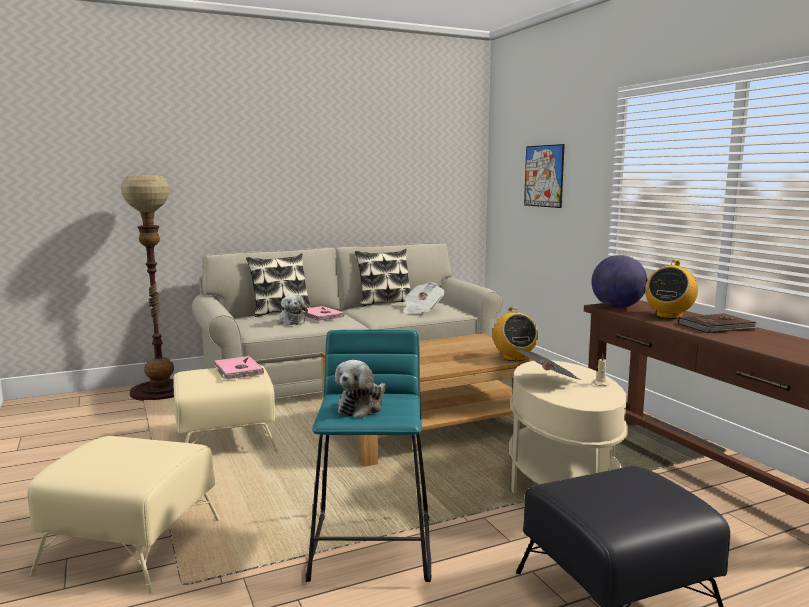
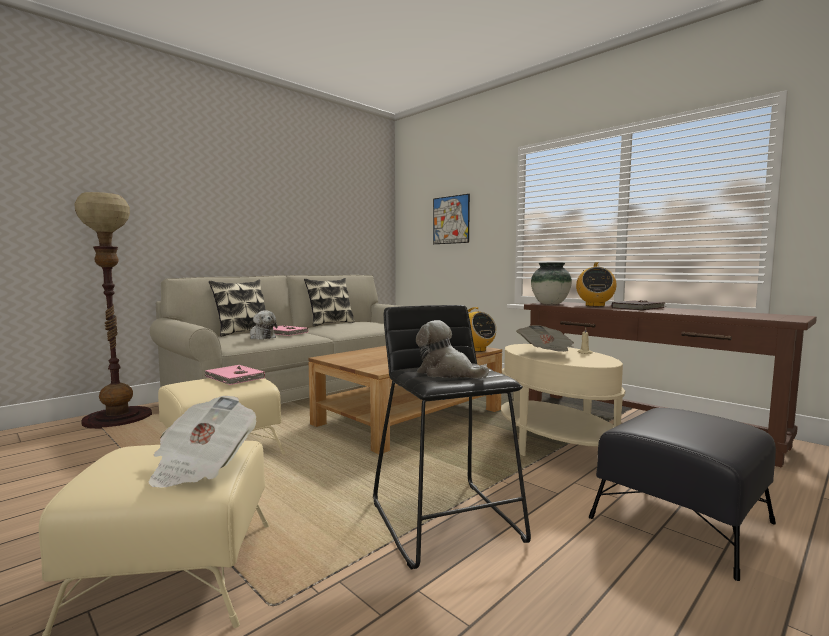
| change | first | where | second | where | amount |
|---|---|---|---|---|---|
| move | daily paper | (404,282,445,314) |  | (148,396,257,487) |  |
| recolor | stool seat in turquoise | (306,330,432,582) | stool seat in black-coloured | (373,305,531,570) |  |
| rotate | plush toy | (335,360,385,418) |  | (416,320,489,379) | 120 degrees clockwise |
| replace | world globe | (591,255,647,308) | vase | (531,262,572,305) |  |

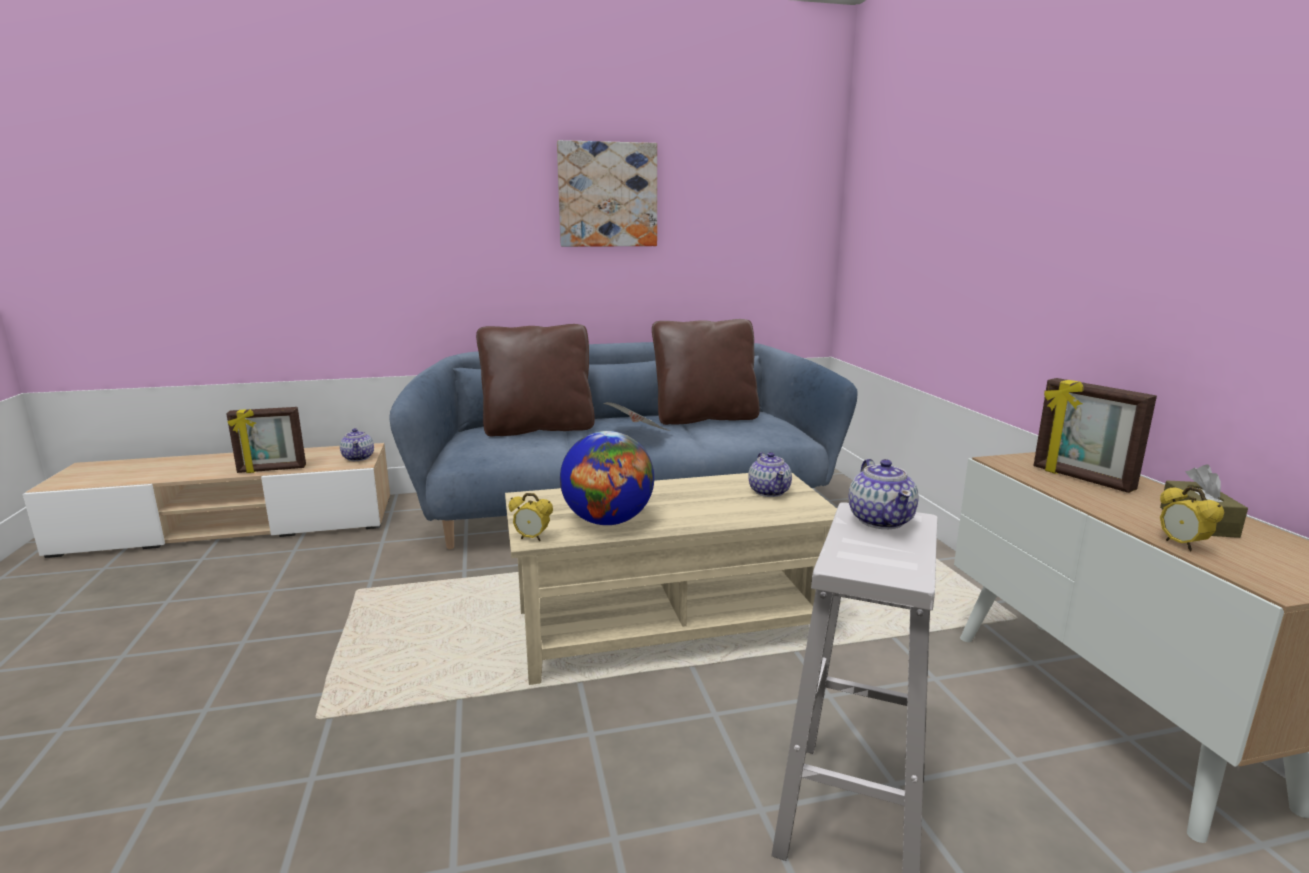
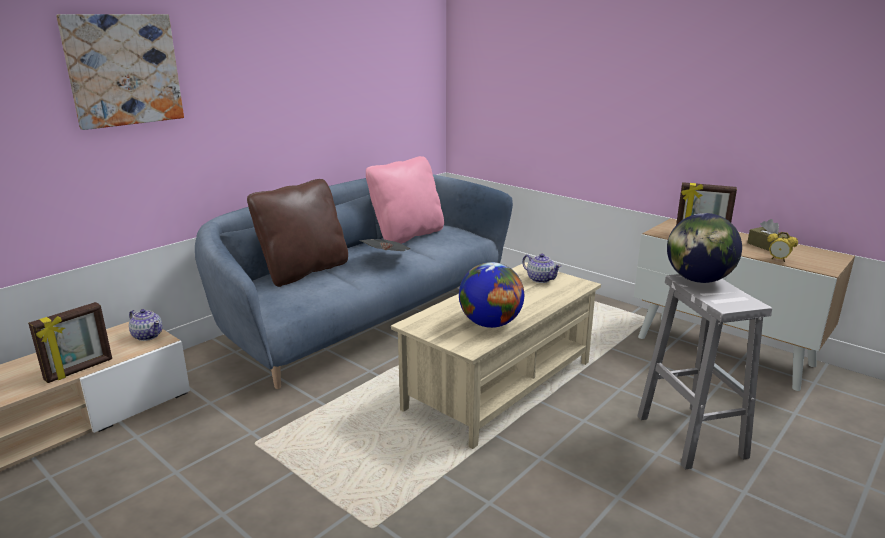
| change | first | where | second | where | amount |
|---|---|---|---|---|---|
| move | wall picture | (557,140,657,247) |  | (56,14,184,130) |  |
| recolor | throw pillow in brownish | (652,319,760,425) | throw pillow in pink | (366,156,444,244) |  |
| replace | pot for tea | (849,459,919,529) | world globe | (667,213,742,283) |  |
| delete | table clock | (509,493,553,541) |  |  |  |

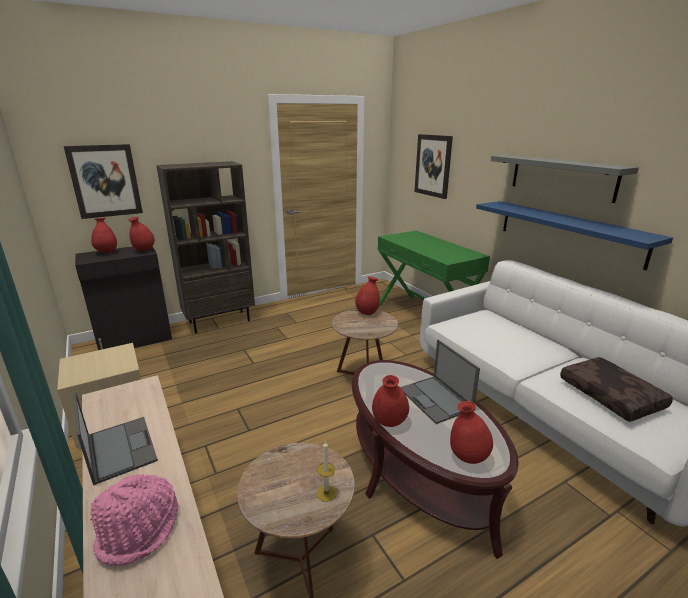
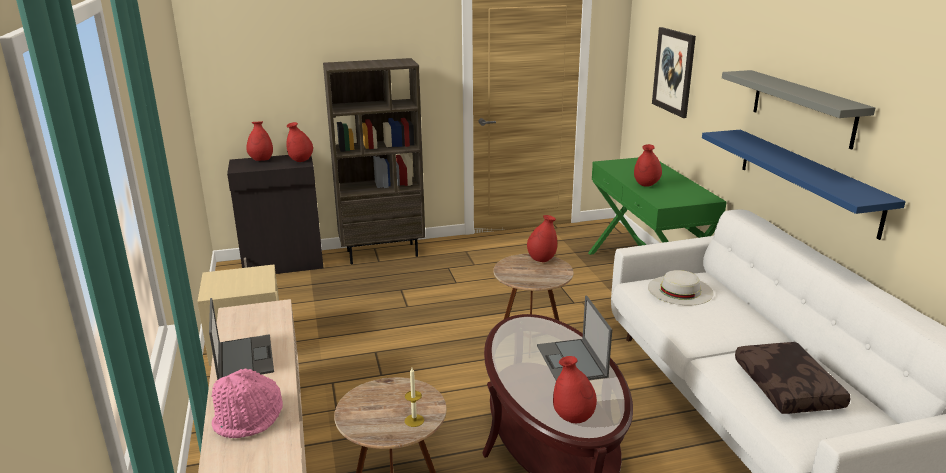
| change | first | where | second | where | amount |
|---|---|---|---|---|---|
| move | vase in reddish | (372,375,409,427) |  | (634,144,662,187) |  |
| insert |  |  | clothing hat in white-coloured | (648,270,714,305) |  |
| delete | wall picture | (64,144,143,219) |  |  |  |

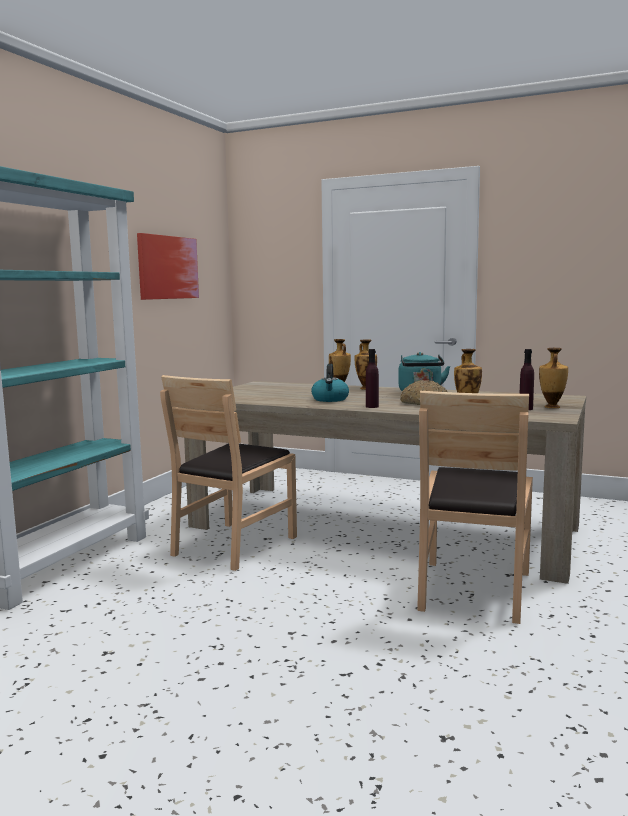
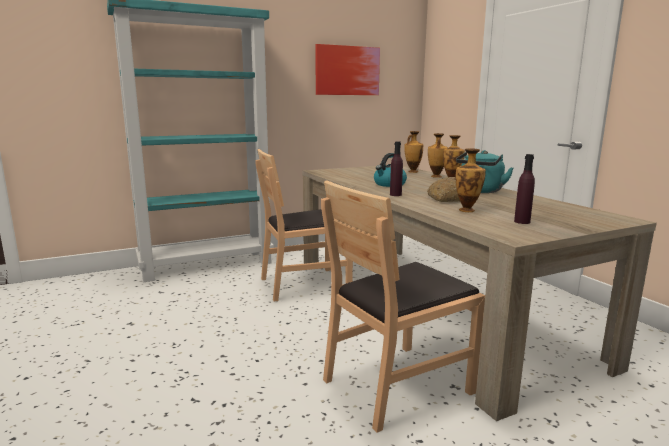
| change | first | where | second | where | amount |
|---|---|---|---|---|---|
| move | vase | (539,348,568,408) |  | (404,131,423,173) |  |

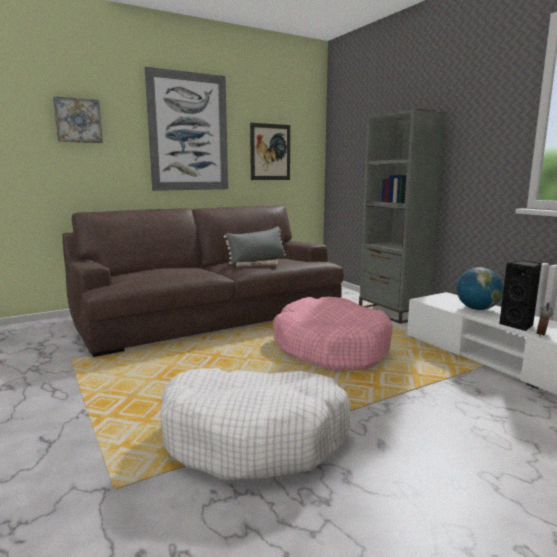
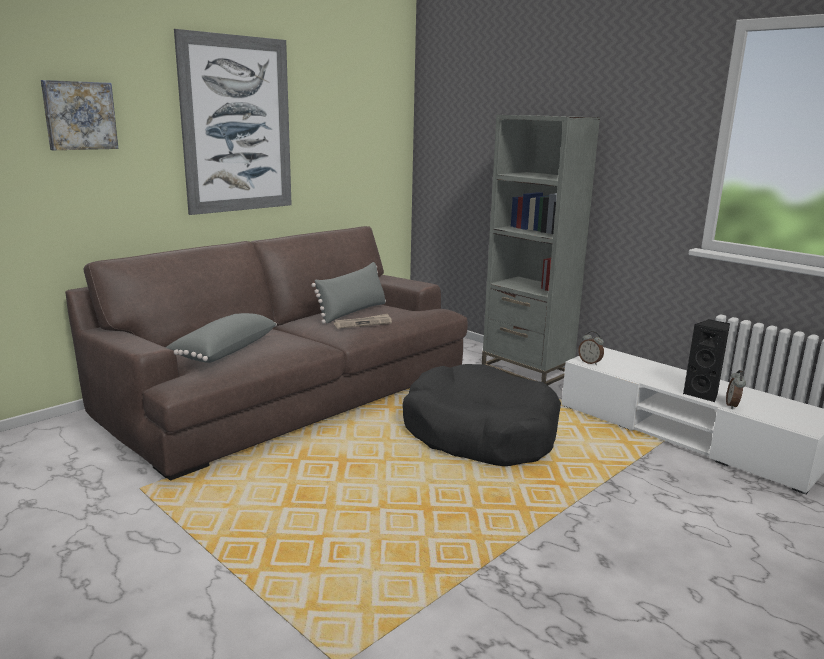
| change | first | where | second | where | amount |
|---|---|---|---|---|---|
| insert |  |  | throw pillow in grey | (166,313,277,363) |  |
| recolor | dog bed in pink | (273,297,393,371) | dog bed in black-coloured | (403,364,561,466) |  |
| insert |  |  | table clock | (578,331,604,365) |  |
| delete | dog bed in white-coloured | (160,368,351,480) |  |  |  |
| delete | wall picture | (250,123,290,180) |  |  |  |
| delete | world globe | (457,267,503,310) |  |  |  |

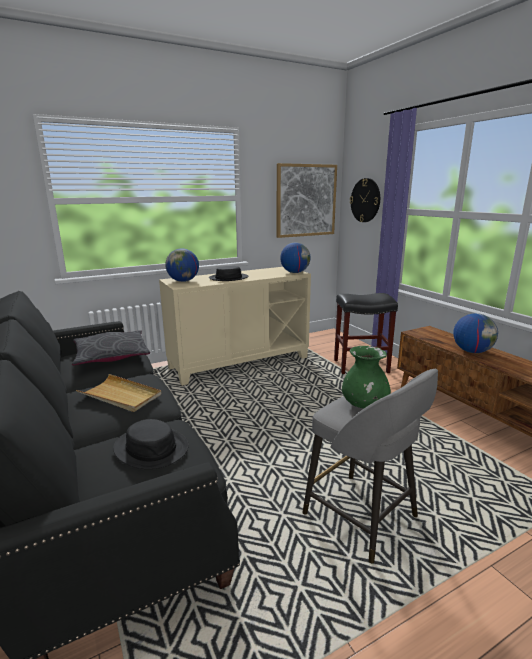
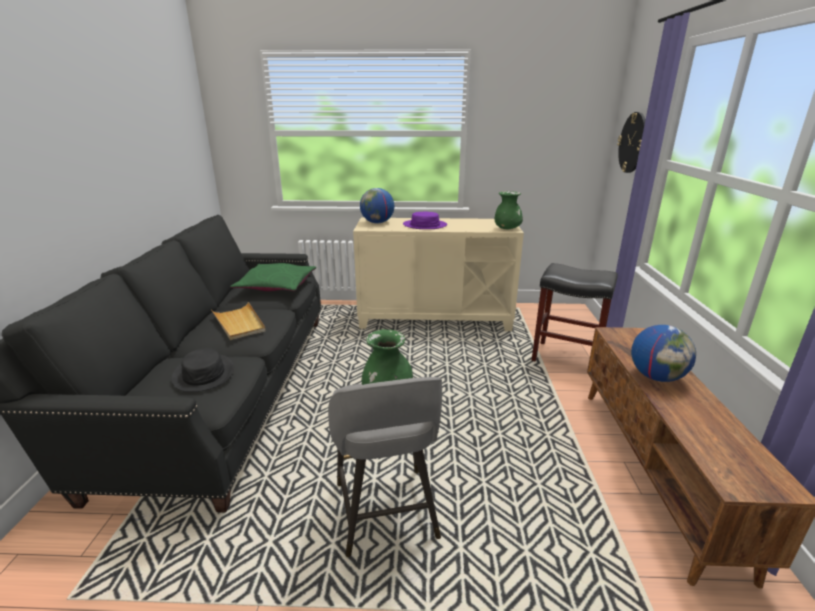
| change | first | where | second | where | amount |
|---|---|---|---|---|---|
| recolor | throw pillow in grey | (72,330,150,365) | throw pillow in green | (230,263,316,291) |  |
| recolor | clothing hat in black-coloured | (209,266,248,281) | clothing hat in purple-coloured | (403,212,447,229) |  |
| replace | world globe | (280,242,311,273) | vase in green | (495,191,523,229) |  |
| delete | wall picture | (277,163,337,238) |  |  |  |

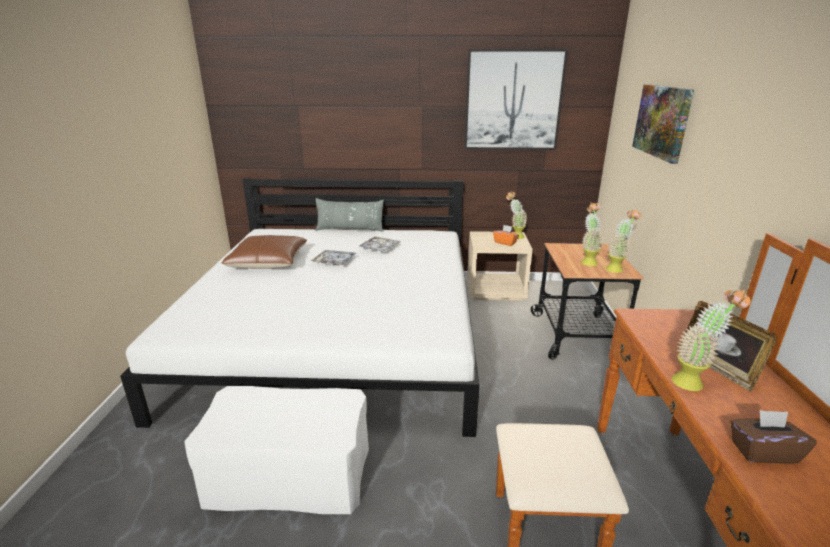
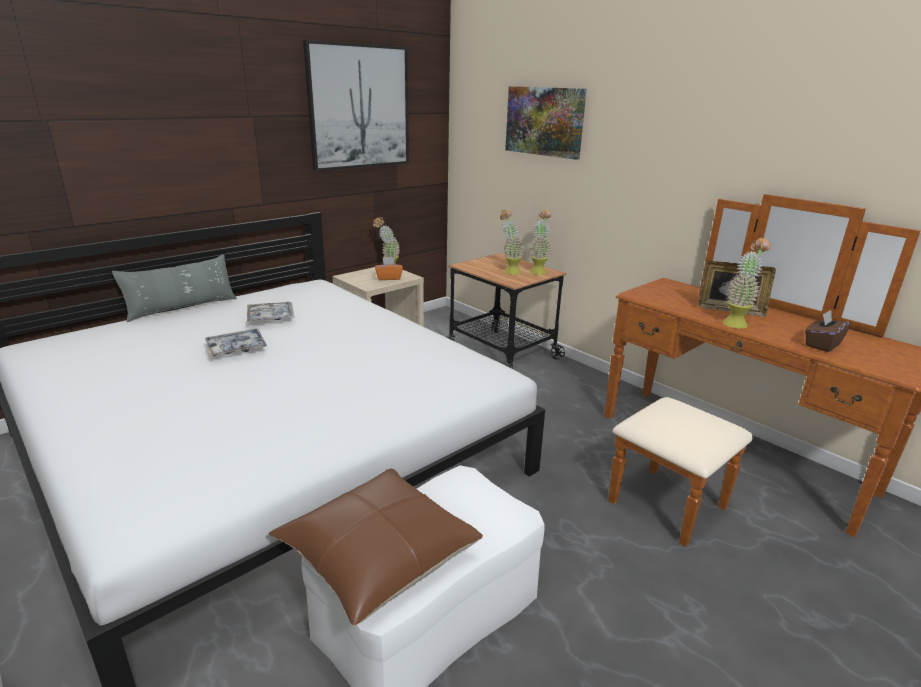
| change | first | where | second | where | amount |
|---|---|---|---|---|---|
| move | throw pillow in brownish | (222,235,307,269) |  | (268,469,483,625) |  |

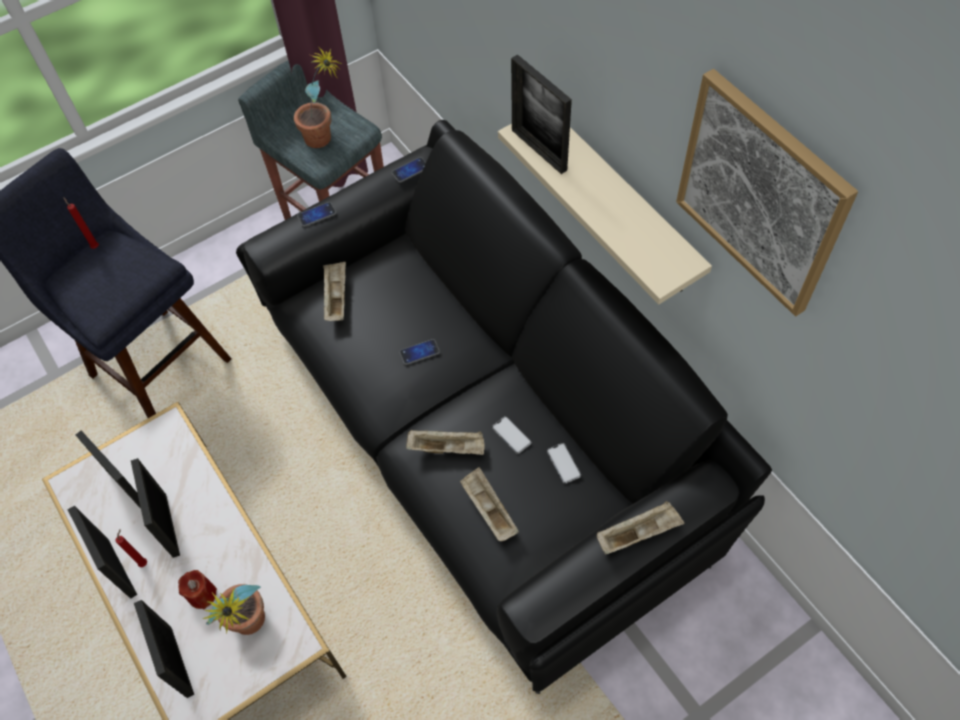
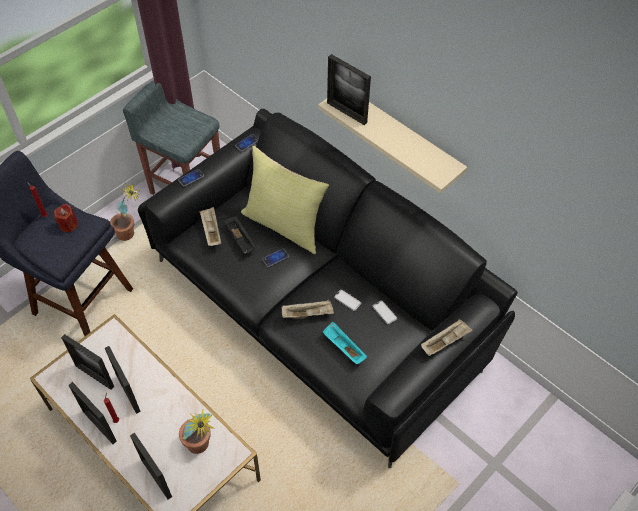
| change | first | where | second | where | amount |
|---|---|---|---|---|---|
| move | wax candle in reddish | (178,570,217,609) |  | (54,204,78,232) |  |
| move | potted plant | (294,46,342,148) |  | (110,184,138,241) |  |
| insert |  |  | serving tray in black-coloured | (224,216,256,254) |  |
| insert |  |  | throw pillow in yellowish | (241,146,329,254) |  |
| recolor | serving tray in sand-coloured | (460,467,519,541) | serving tray in turquoise | (323,322,367,364) |  |
| delete | wall picture | (676,69,858,316) |  |  |  |

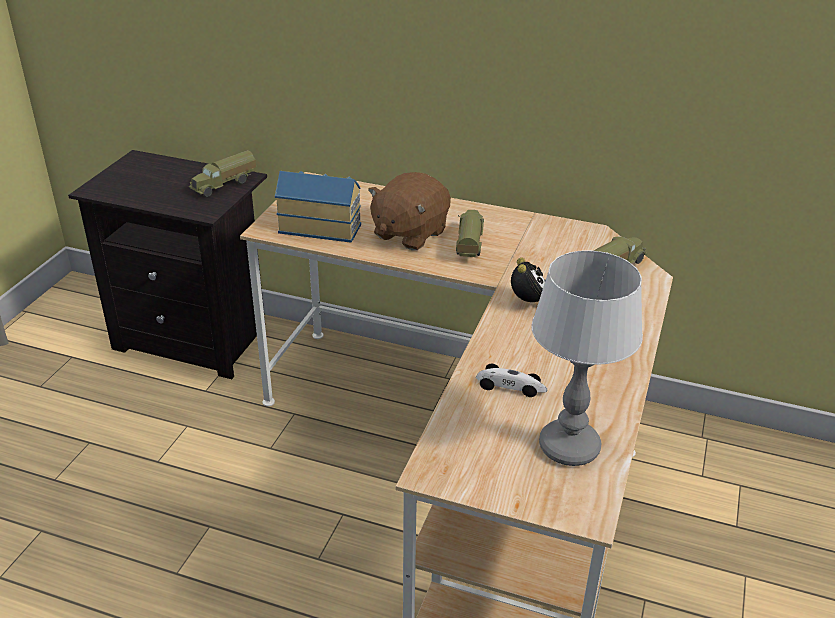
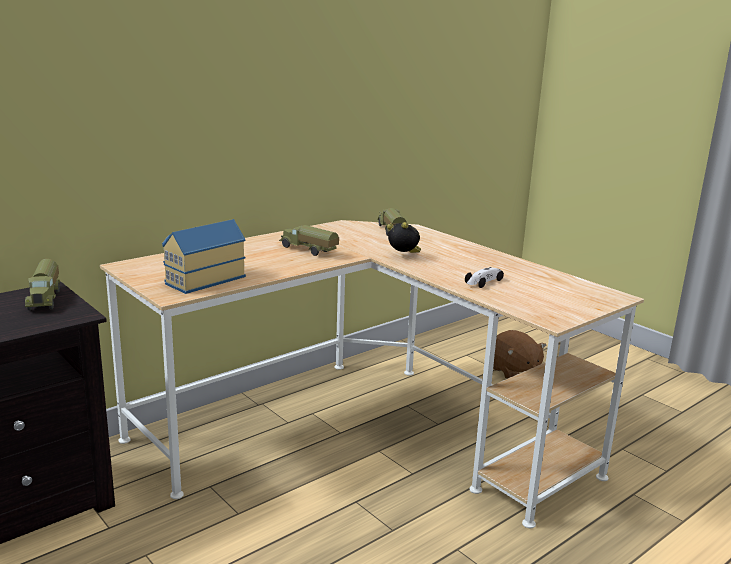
| change | first | where | second | where | amount |
|---|---|---|---|---|---|
| move | plush toy in brownish | (368,172,451,250) |  | (493,330,546,379) |  |
| delete | tabletop lamp | (531,250,643,466) |  |  |  |

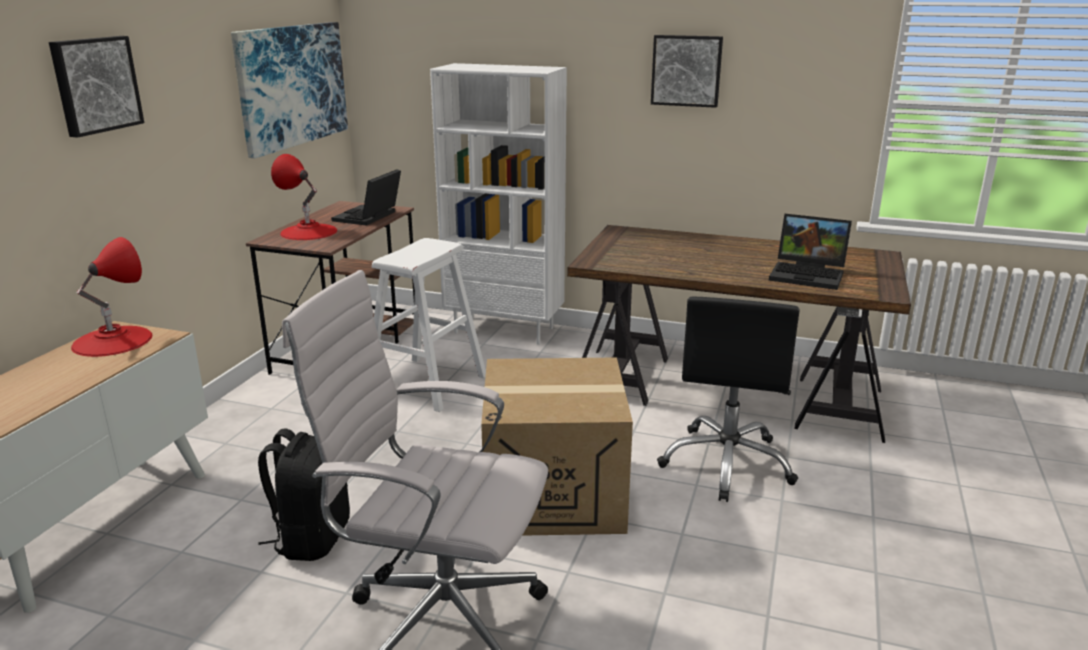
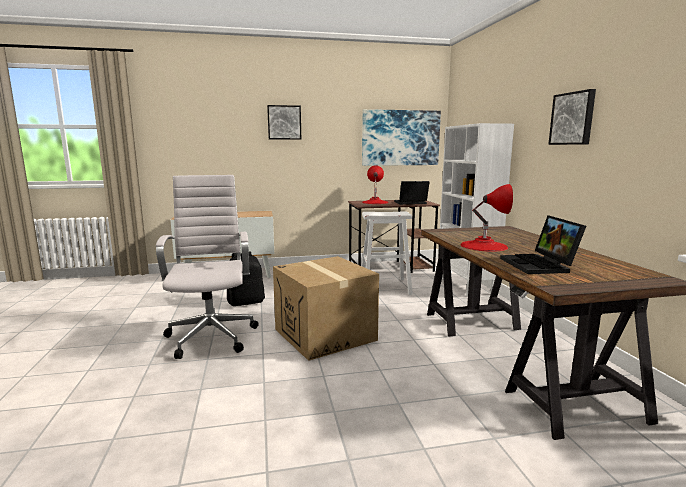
| change | first | where | second | where | amount |
|---|---|---|---|---|---|
| move | tabletop lamp in reddish | (71,237,152,357) |  | (460,184,513,252) |  |
| delete | office chair in black-coloured | (657,297,800,502) |  |  |  |

